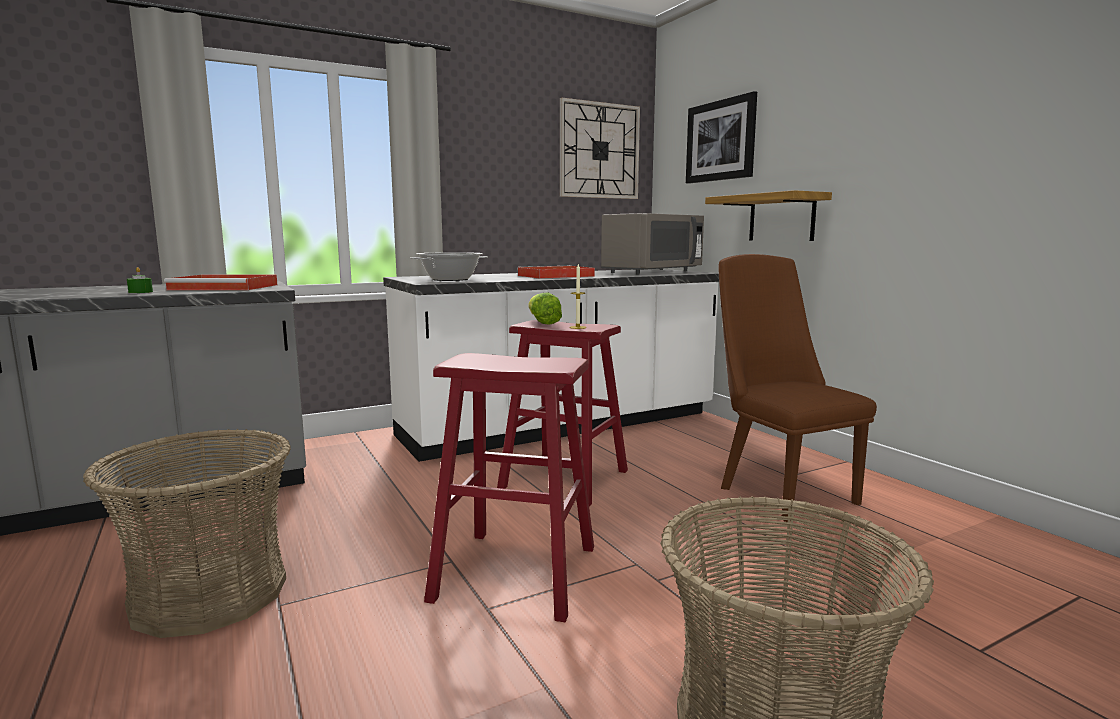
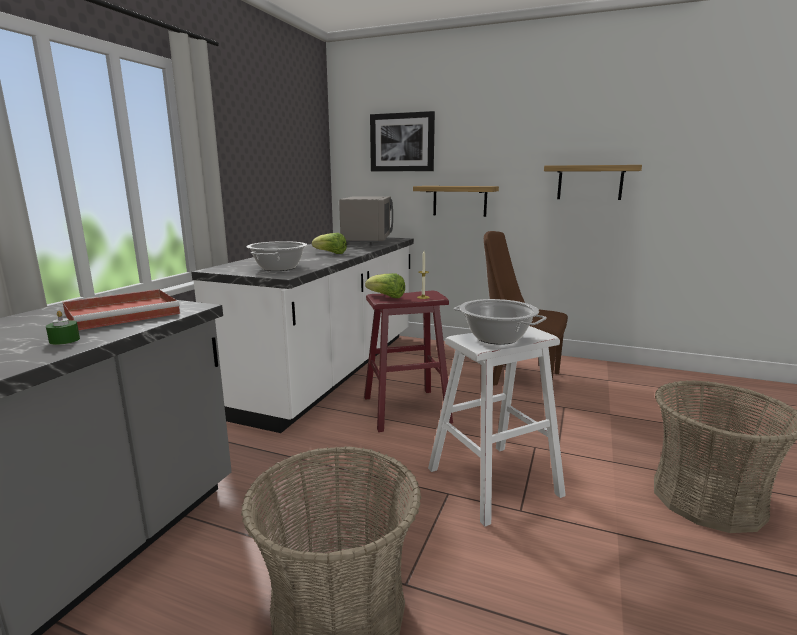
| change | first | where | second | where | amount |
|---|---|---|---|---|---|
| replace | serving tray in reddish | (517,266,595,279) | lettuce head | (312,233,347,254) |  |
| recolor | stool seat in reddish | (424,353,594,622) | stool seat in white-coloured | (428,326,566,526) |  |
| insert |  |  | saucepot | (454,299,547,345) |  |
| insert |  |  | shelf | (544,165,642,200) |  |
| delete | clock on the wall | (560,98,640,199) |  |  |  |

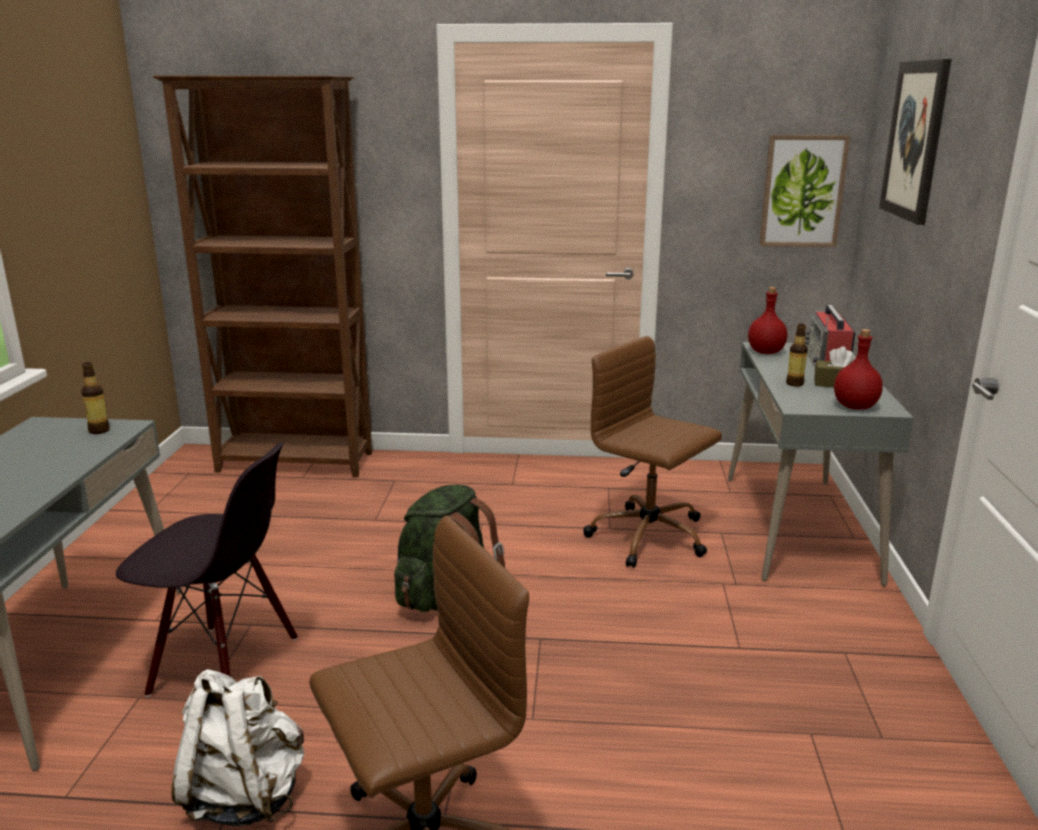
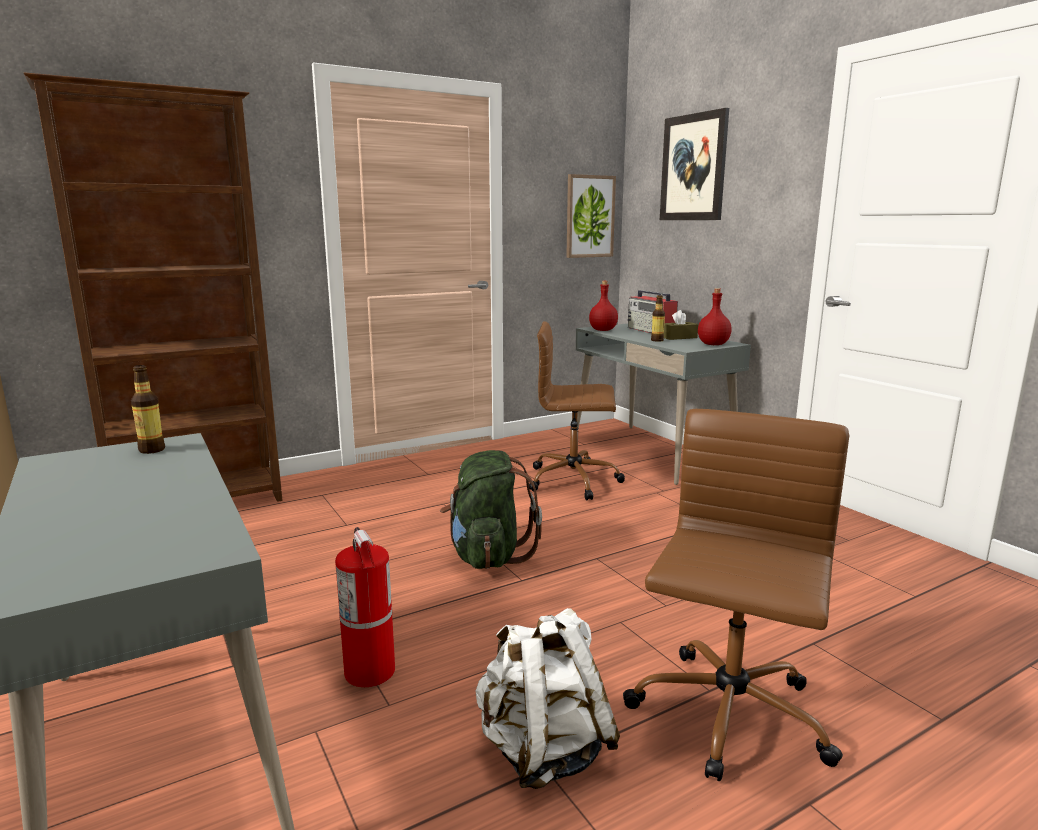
| change | first | where | second | where | amount |
|---|---|---|---|---|---|
| replace | upright chair in black-coloured | (116,443,298,697) | fire-fighting cylinder | (335,527,395,687) |  |

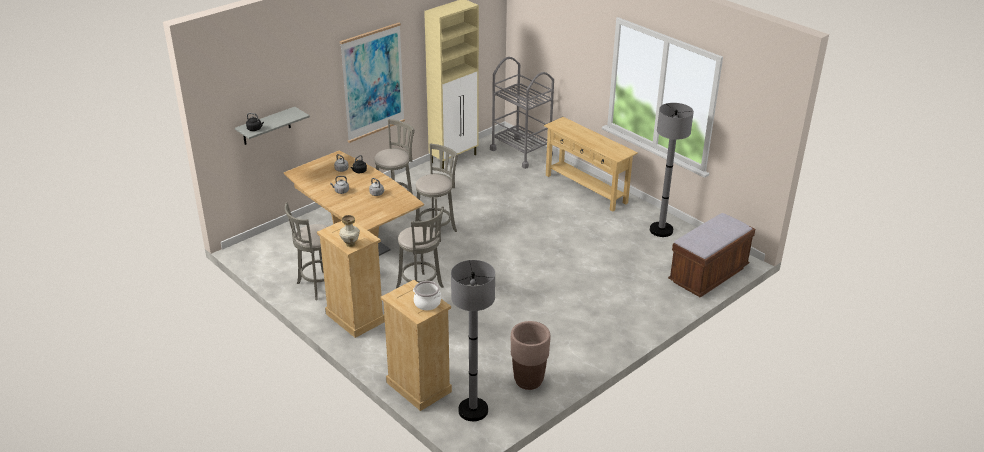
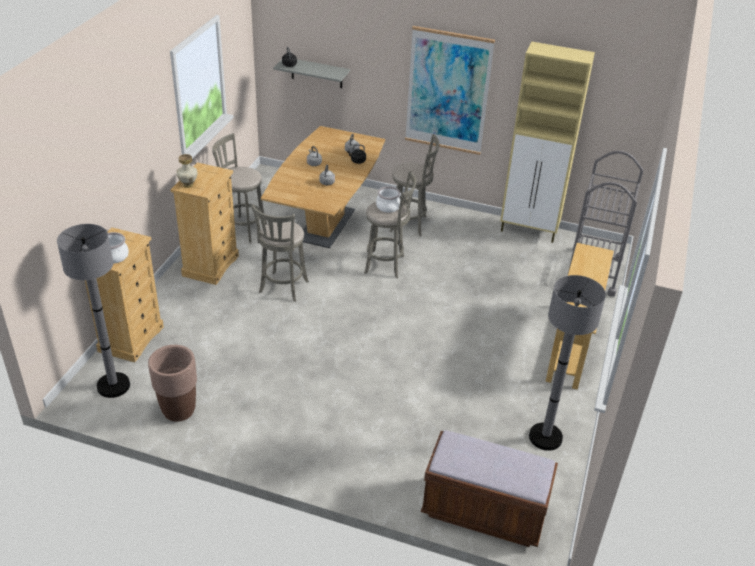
| change | first | where | second | where | amount |
|---|---|---|---|---|---|
| insert |  |  | saucepot | (376,186,401,213) |  |

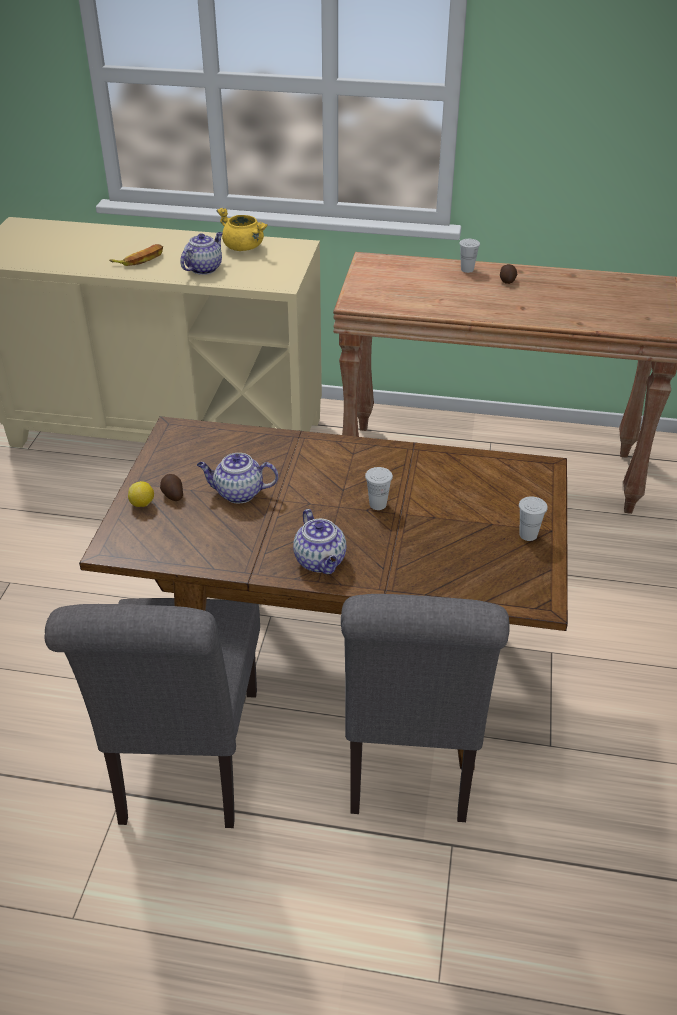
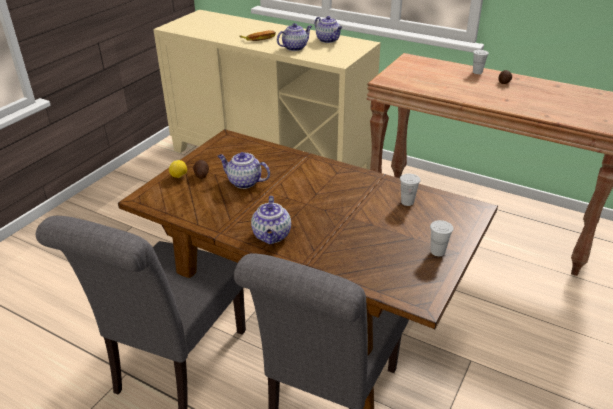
| change | first | where | second | where | amount |
|---|---|---|---|---|---|
| replace | saucepot in yellowish | (217,208,268,251) | pot for tea | (315,16,342,43) |  |
| move | drinking cup in white-coloured | (365,467,393,510) |  | (400,174,420,206) |  |

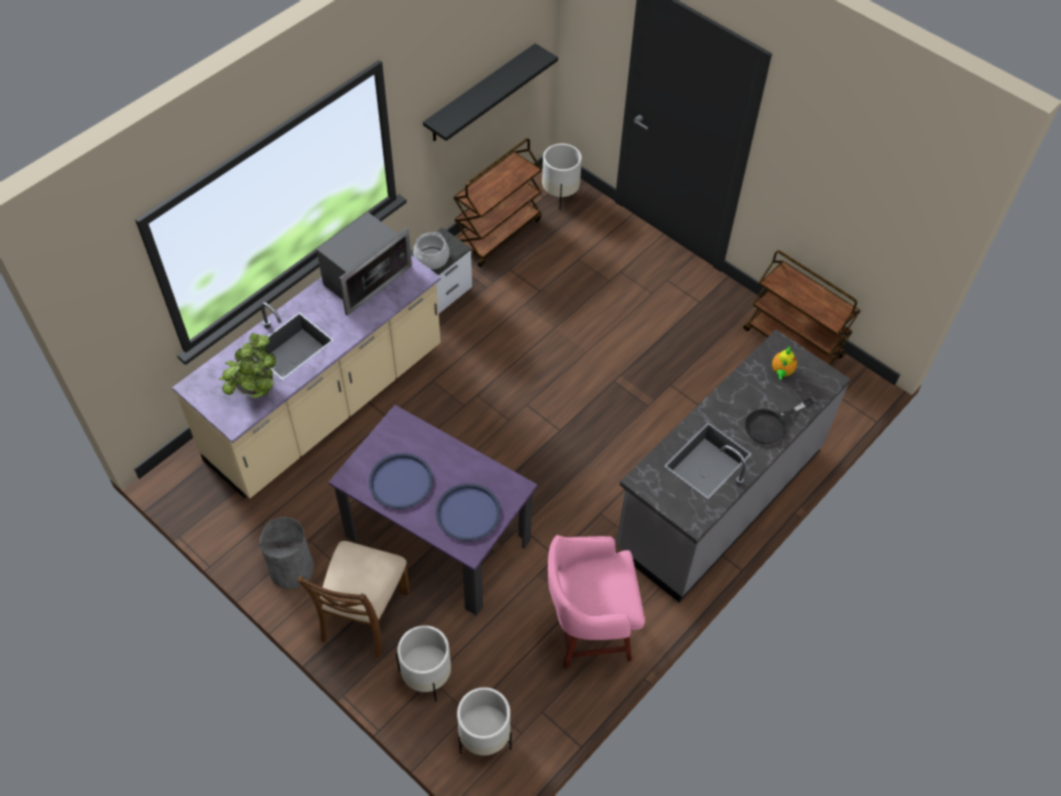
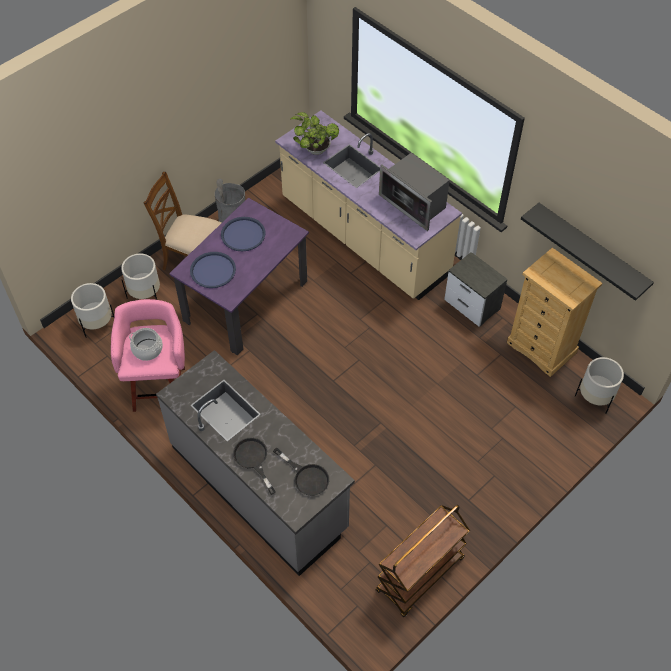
| change | first | where | second | where | amount |
|---|---|---|---|---|---|
| move | saucepot | (413,232,449,269) |  | (129,328,163,361) |  |
| replace | pot for tea | (772,347,797,380) | pan in black-coloured | (273,448,329,496) |  |
| replace | trolley in brownish | (453,138,543,267) | drawer chest in sand-coloured | (507,248,602,377) |  |

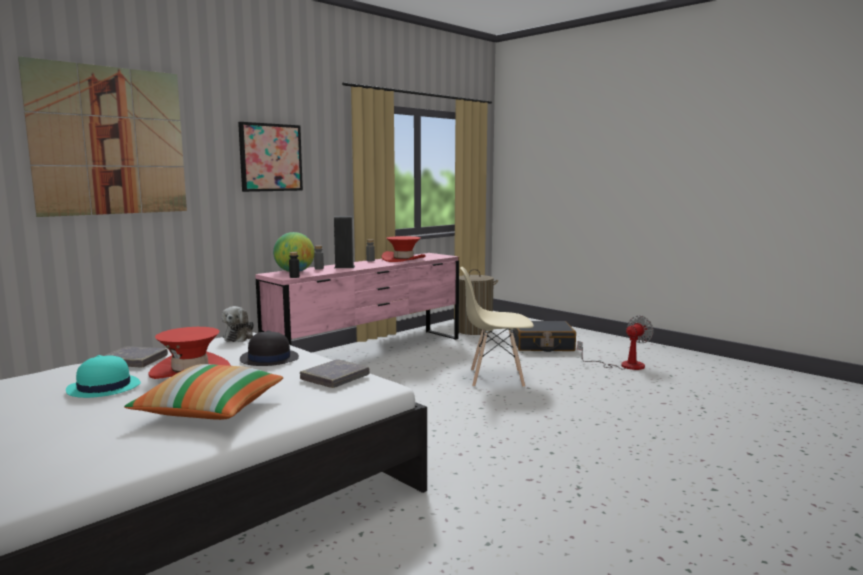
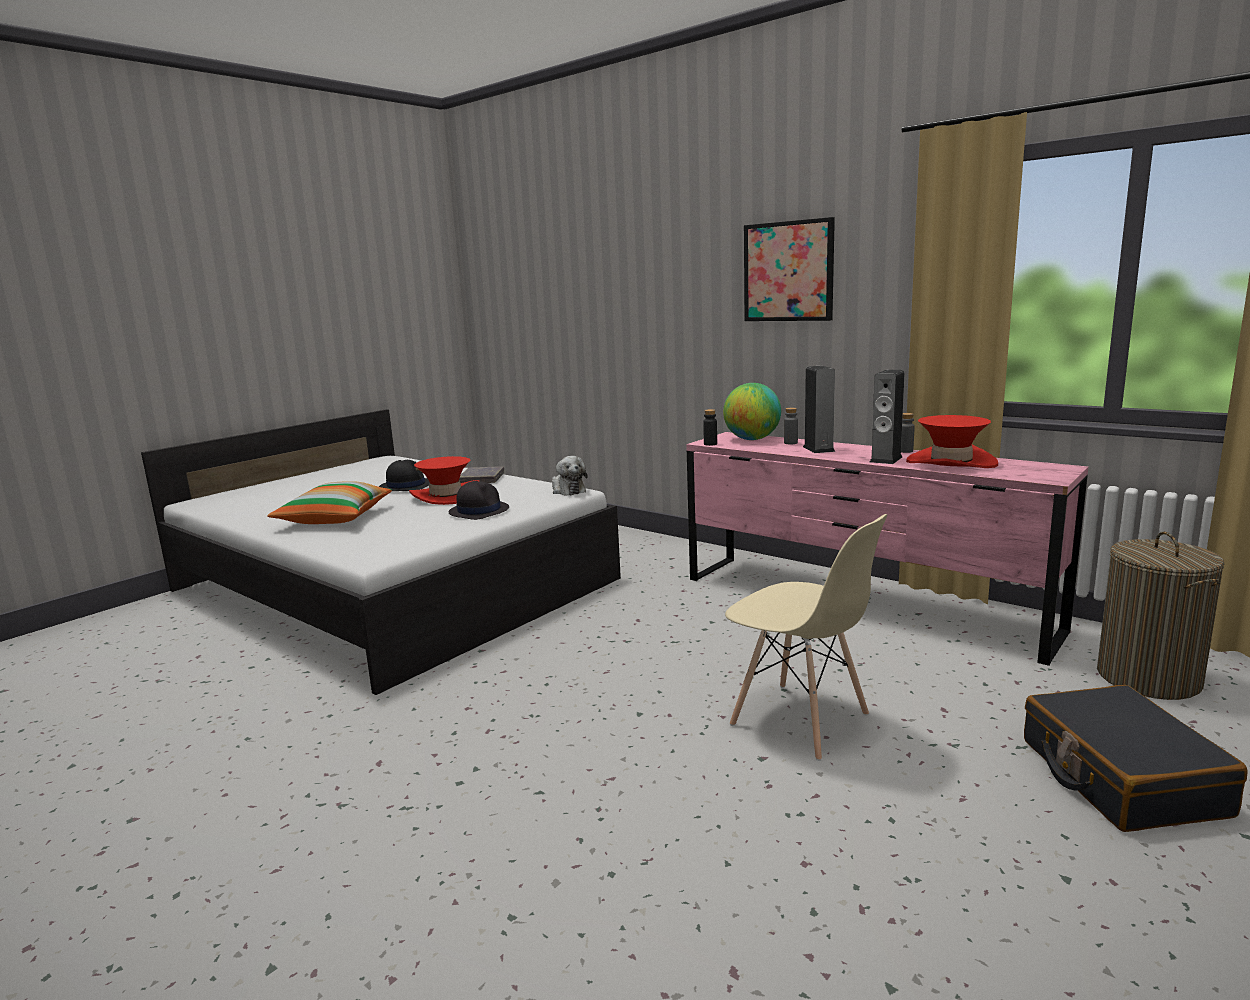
| change | first | where | second | where | amount |
|---|---|---|---|---|---|
| recolor | clothing hat in turquoise | (66,355,141,398) | clothing hat in black-coloured | (379,460,430,491) |  |
| rotate | plush toy | (222,306,254,342) |  | (552,456,587,496) | 120 degrees counterclockwise |
| rotate | upright chair in sand-coloured | (460,267,534,388) |  | (725,514,887,761) | 135 degrees clockwise |
| insert |  |  | loudspeaker | (870,370,905,464) |  |
| delete | wall picture | (18,56,187,217) |  |  |  |
| delete | bound book in grey | (300,359,370,388) |  |  |  |
| delete | electric fan | (577,315,654,370) |  |  |  |

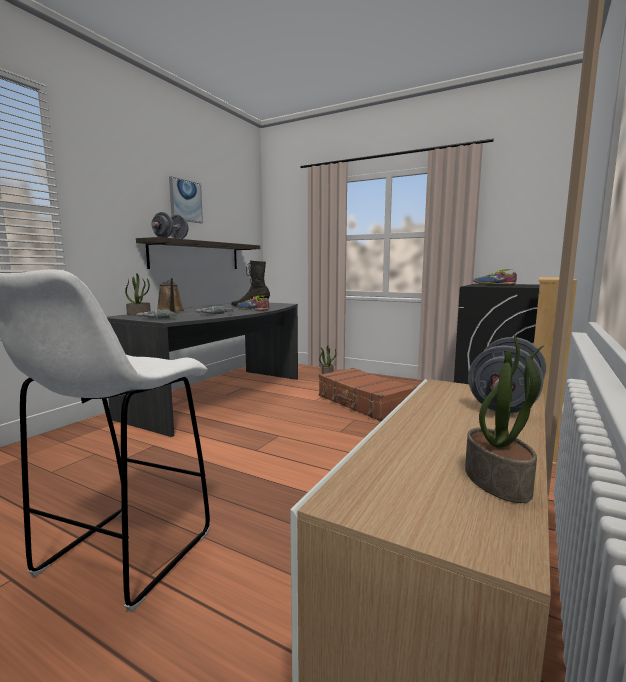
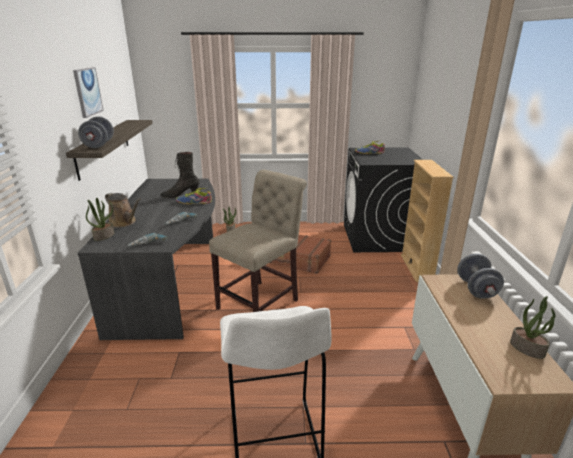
| change | first | where | second | where | amount |
|---|---|---|---|---|---|
| insert |  |  | upright chair in sand-coloured | (209,169,307,312) |  |

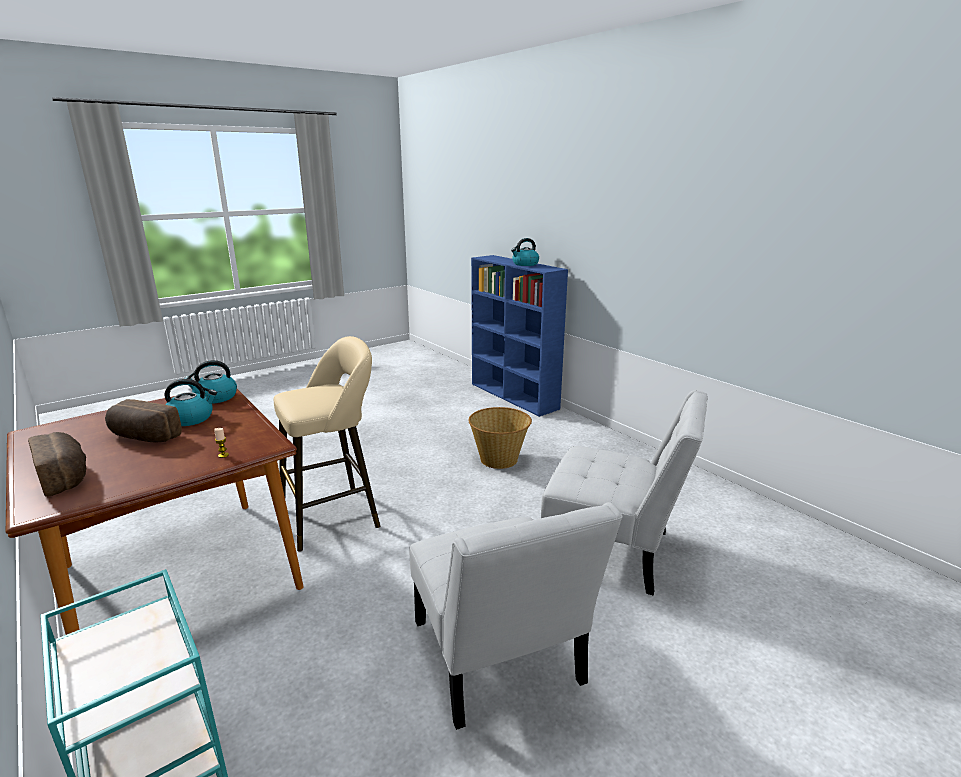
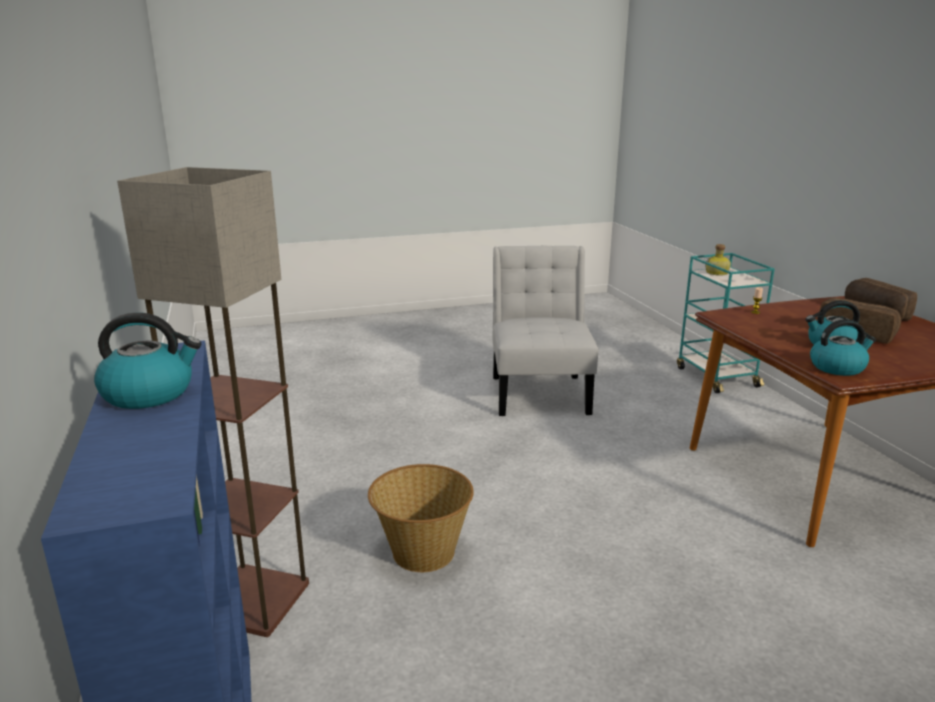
| change | first | where | second | where | amount |
|---|---|---|---|---|---|
| insert |  |  | standing lamp | (117,167,309,637) |  |
| insert |  |  | bottle | (705,244,731,276) |  |
| delete | stool seat in sand-coloured | (274,336,380,552) |  |  |  |
| delete | upright chair in white-coloured | (541,390,708,595) |  |  |  |

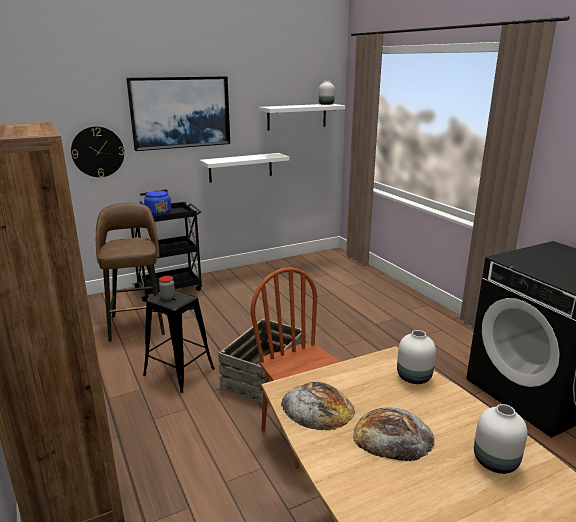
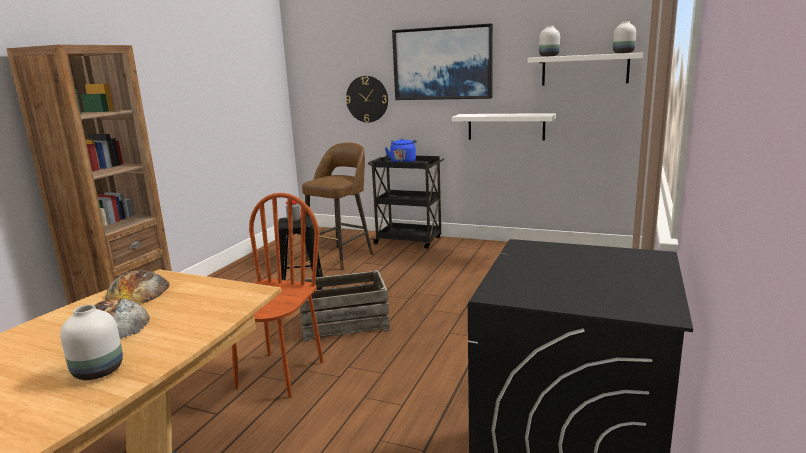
| change | first | where | second | where | amount |
|---|---|---|---|---|---|
| move | vase in white-coloured | (397,330,436,384) |  | (539,26,560,57) |  |

